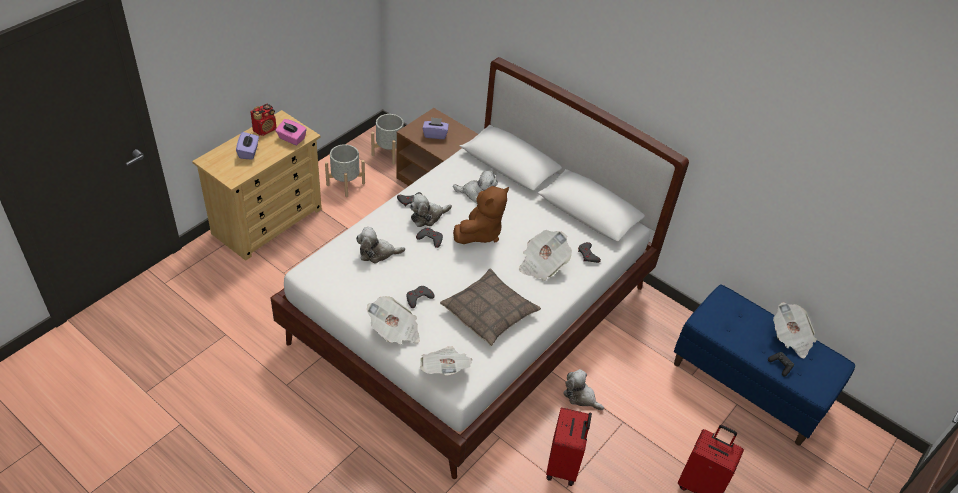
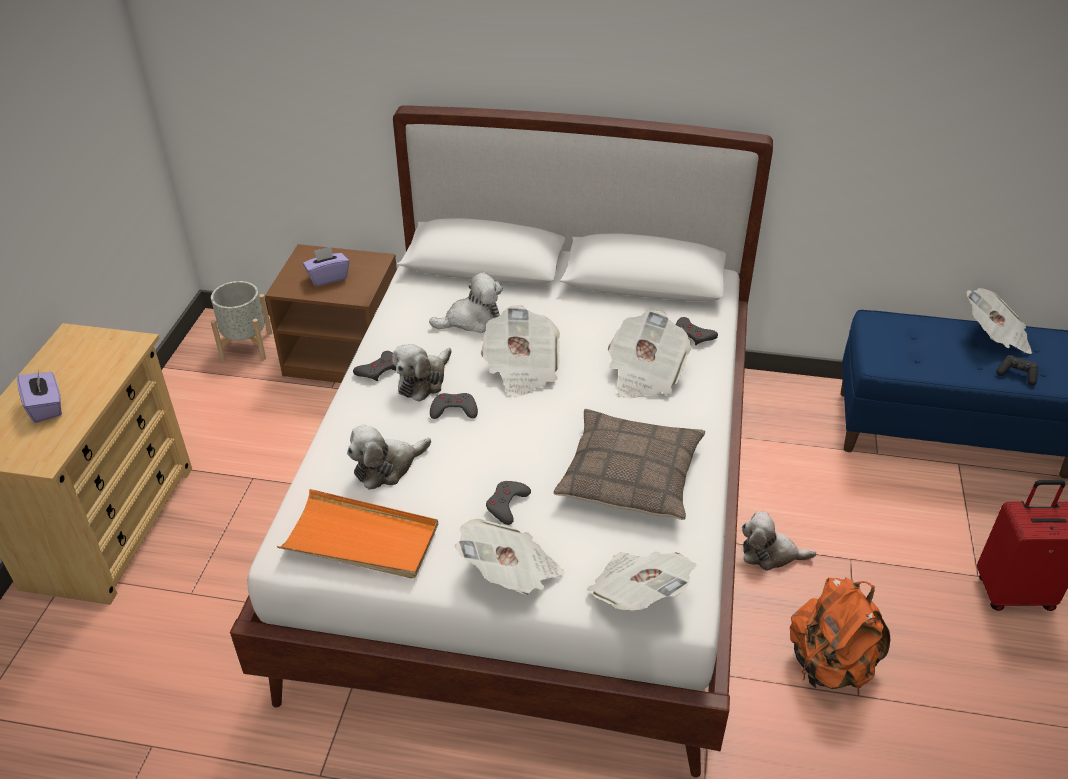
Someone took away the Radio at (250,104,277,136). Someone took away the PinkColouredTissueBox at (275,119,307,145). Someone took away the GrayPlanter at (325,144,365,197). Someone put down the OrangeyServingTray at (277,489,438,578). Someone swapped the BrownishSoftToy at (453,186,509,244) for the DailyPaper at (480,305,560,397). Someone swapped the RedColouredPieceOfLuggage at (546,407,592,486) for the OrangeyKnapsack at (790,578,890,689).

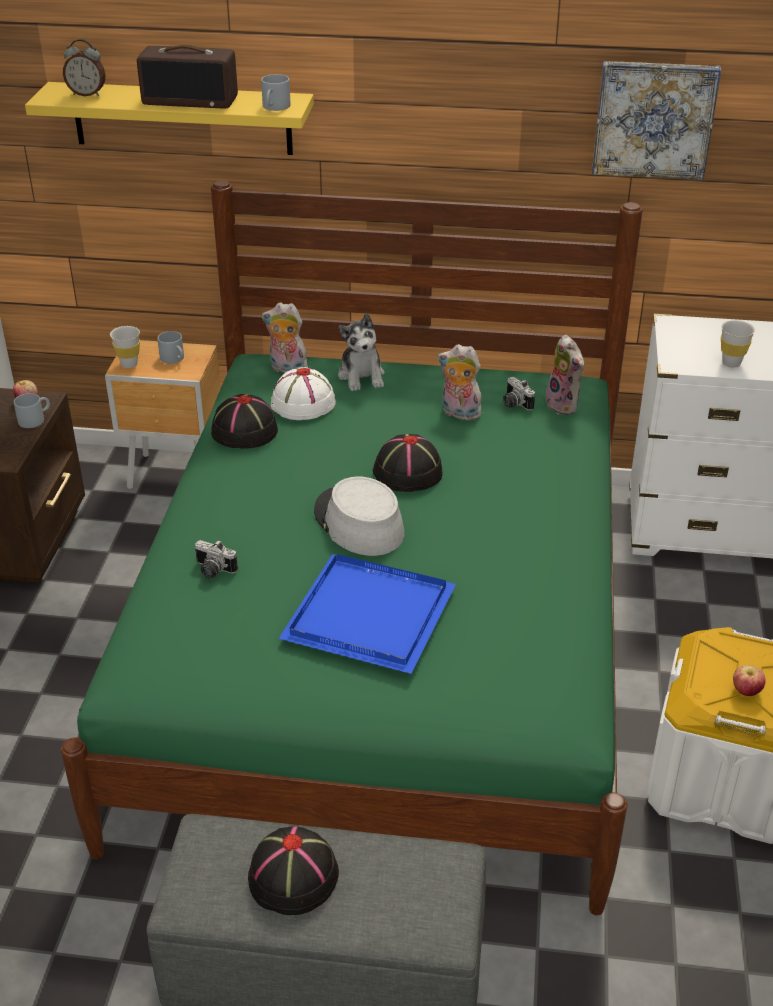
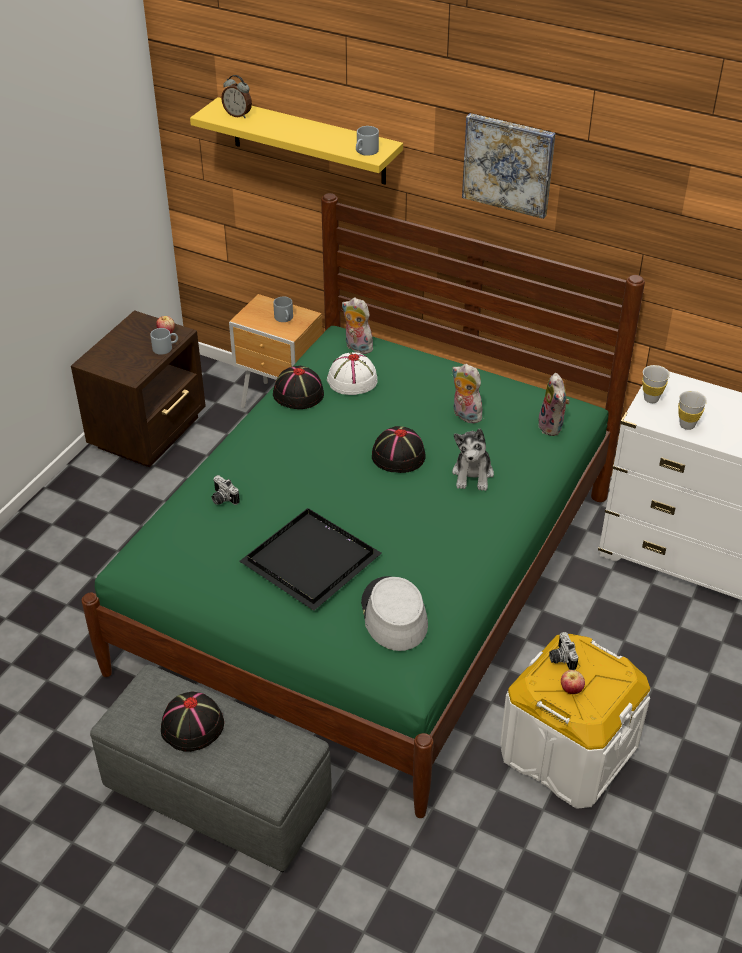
Someone took away the Radio at (137,45,238,108). Someone carried the WhiteCup from (110,326,140,368) to (642,365,670,403). Someone carried the GrayHat from (314,476,404,556) to (361,576,428,651). Someone carried the SoftToy from (338,313,385,391) to (452,429,494,491). Someone carried the PhotoCamera from (503,377,535,411) to (549,632,578,670). Someone carried the WallPicture from (592,61,721,180) to (462,113,555,219). Someone repainted the BluishServingTray at (279,554,456,674), which became the BlackColouredServingTray at (239,508,382,611).

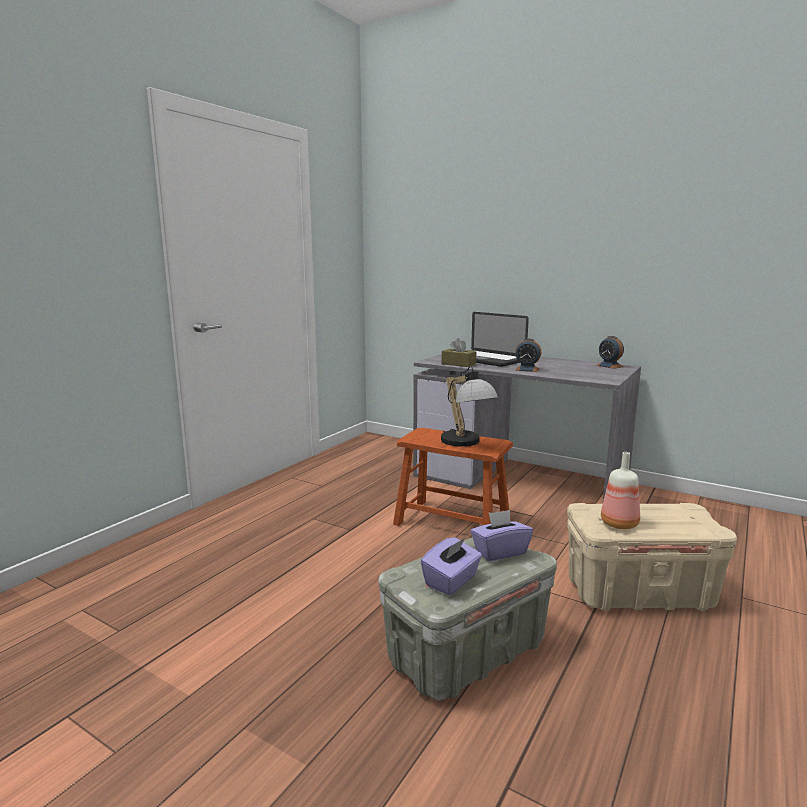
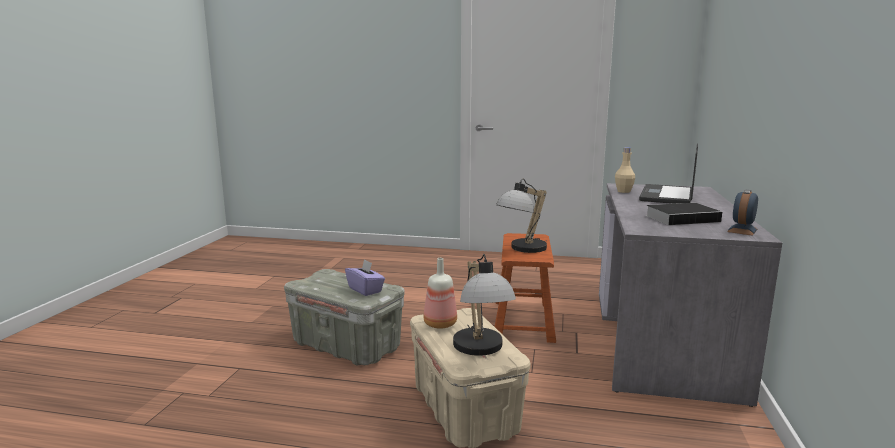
Someone took away the PurplishTissueBox at (421,537,482,595). Someone took away the BedsideClock at (515,339,541,372). Someone put down the TabletopLamp at (453,254,516,356). Someone put down the Book at (646,203,729,225). Someone swapped the BrownishTissueBox at (441,338,476,367) for the SandColouredBeverageBottle at (615,148,635,193).

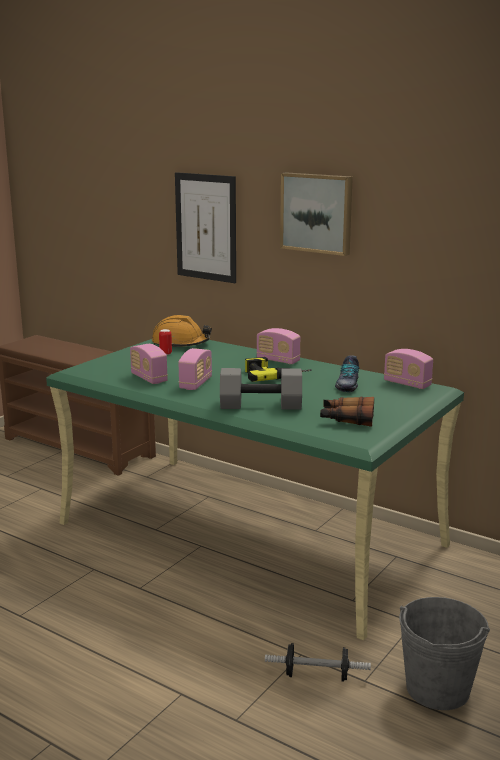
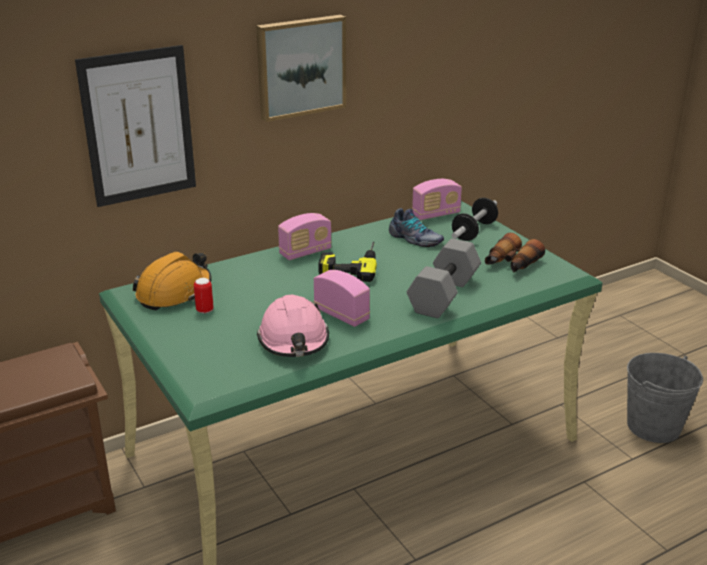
Someone carried the FreeWeight from (265,643,371,682) to (452,198,498,241). Someone swapped the Radio at (130,344,168,384) for the PinkColouredWorkHelmet at (257,295,329,357).

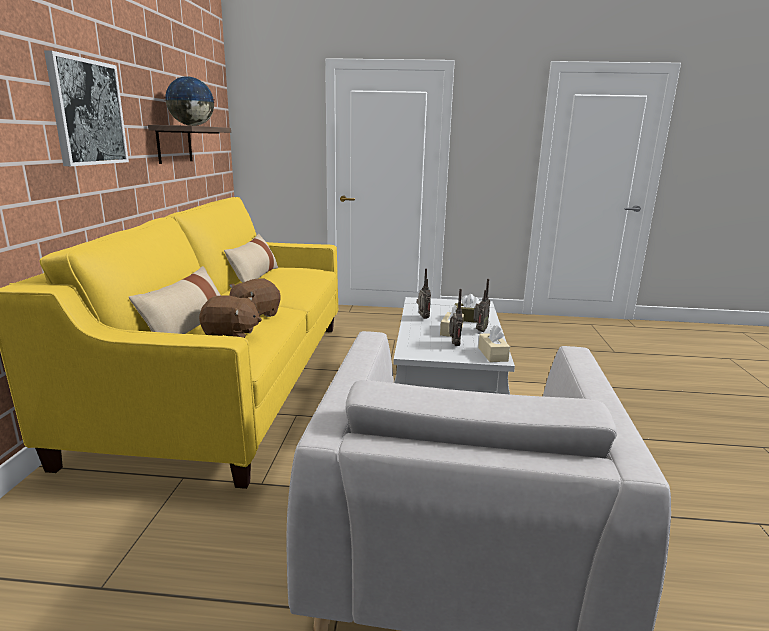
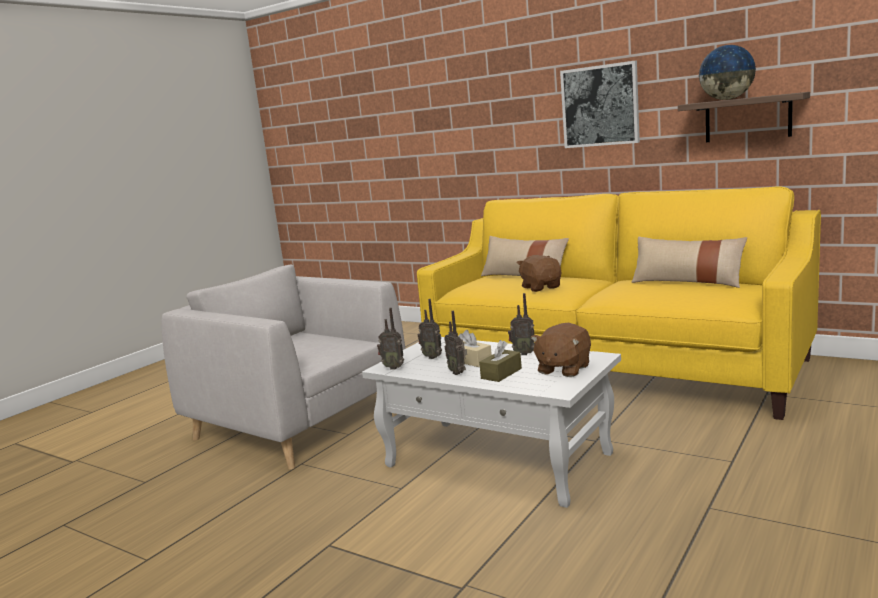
Someone carried the BrownishSoftToy from (199,295,262,338) to (531,323,591,377). Someone swapped the SandColouredTissueBox at (478,325,510,362) for the Radio at (377,308,404,370).

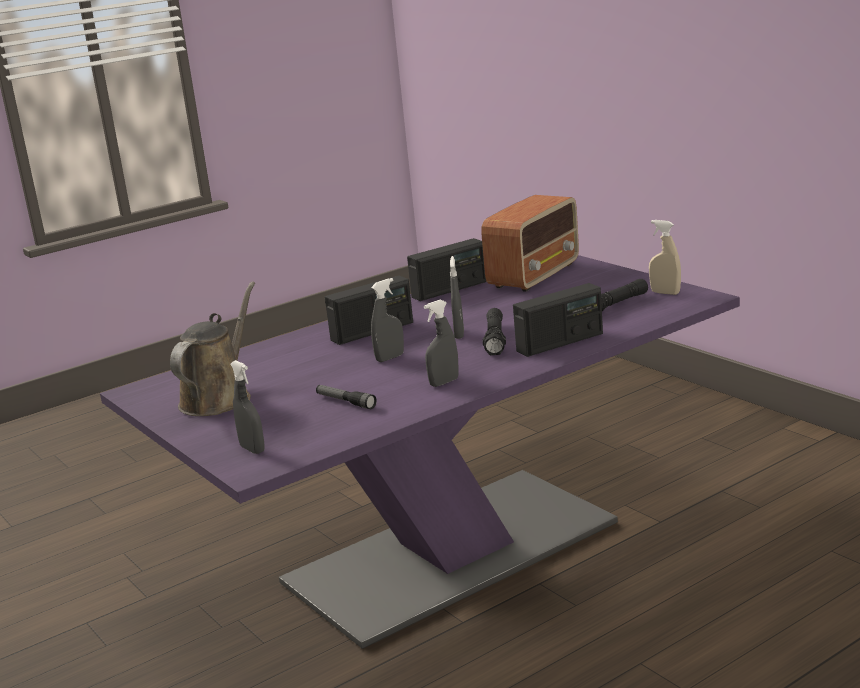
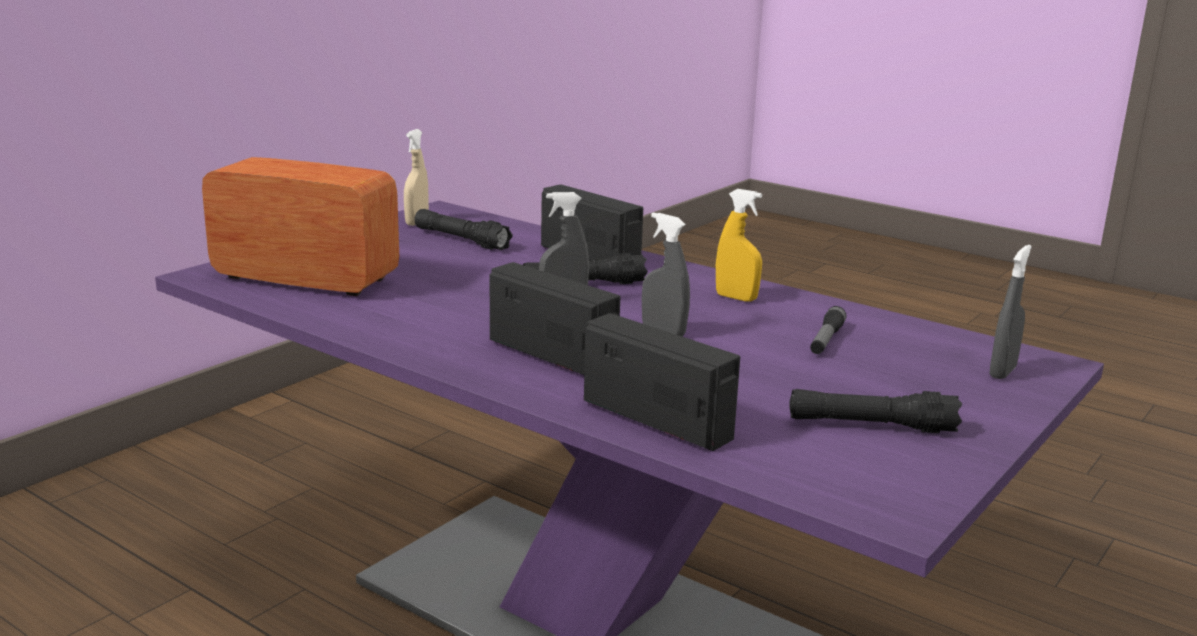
Someone carried the Radio from (407,238,487,301) to (584,313,740,451). Someone swapped the BrownishWateringCan at (170,282,255,416) for the BlackColouredTorch at (789,389,962,433). Someone repainted the GraySprayBottle at (424,300,459,387), which became the YellowSprayBottle at (716,189,762,301).

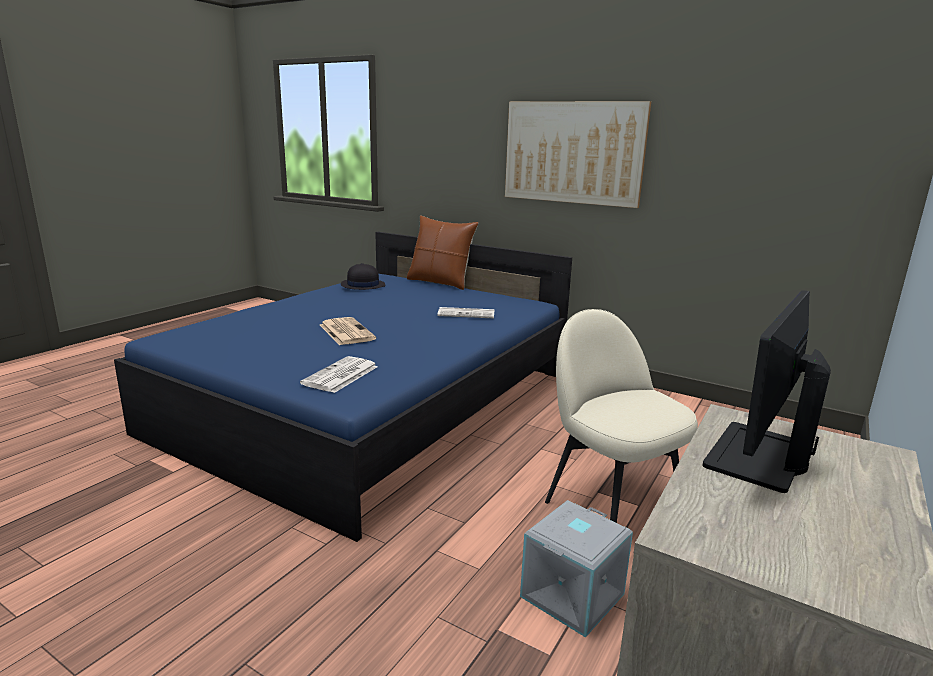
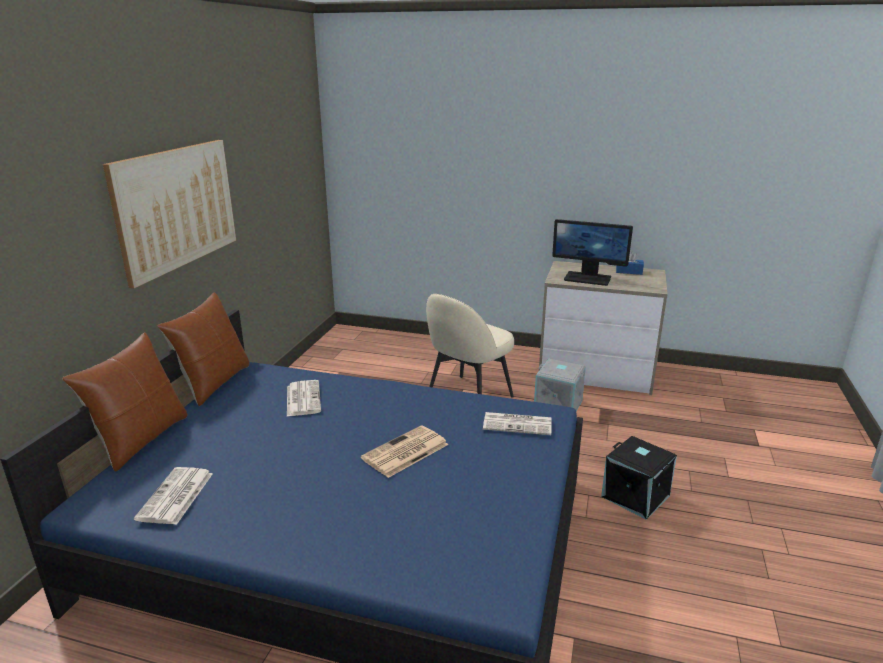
Someone put down the BrownishPillow at (157,292,249,406). Someone put down the BlackColouredStorageBox at (601,436,677,519). Someone put down the BluishTissueBox at (616,251,644,275). Someone swapped the BlackColouredHat at (341,263,385,290) for the DailyPaper at (134,467,213,525).

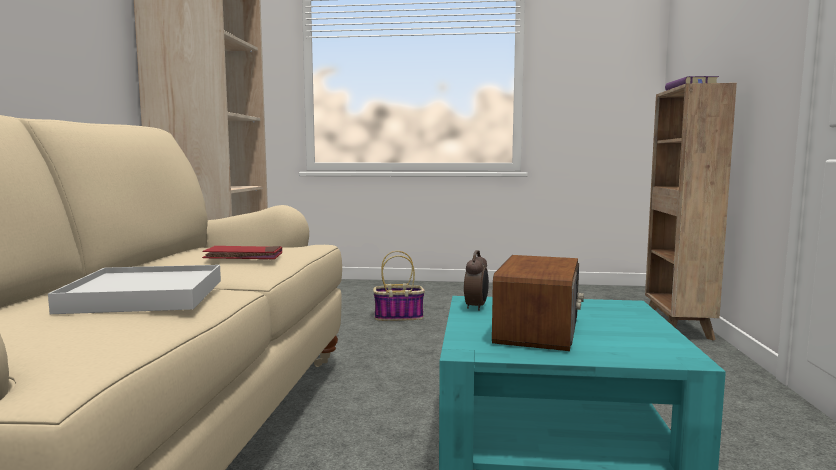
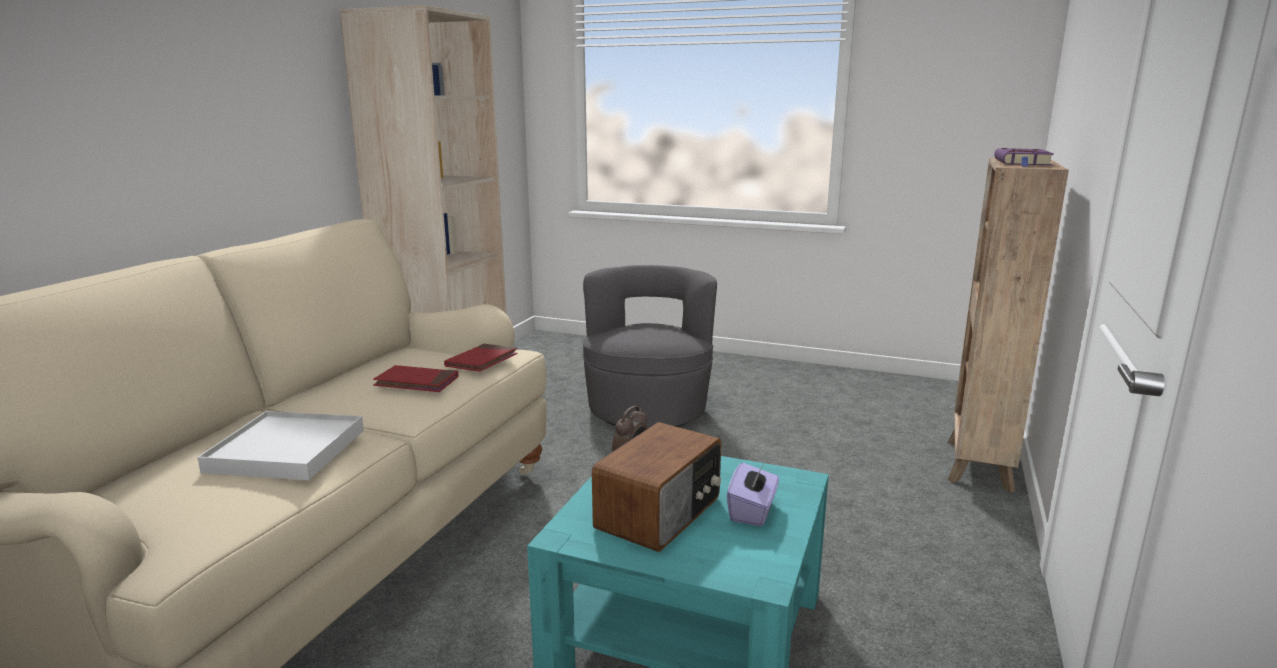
Someone put down the RedColouredBook at (444,344,517,372). Someone put down the PurplishTissueBox at (727,462,779,526). Someone swapped the HouseholdBasket at (373,251,425,321) for the GrayEasyChair at (583,265,717,428).

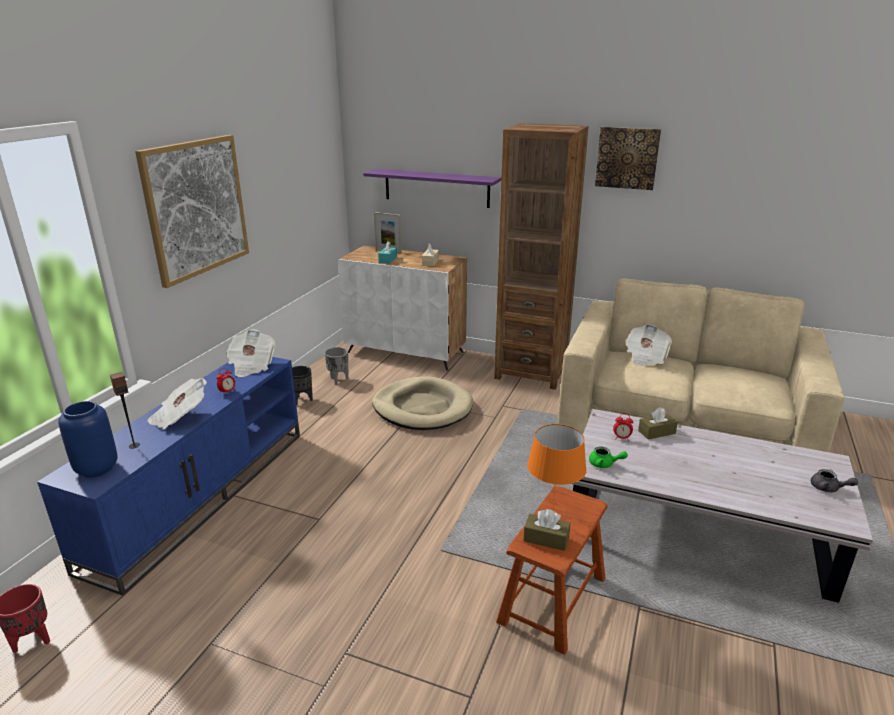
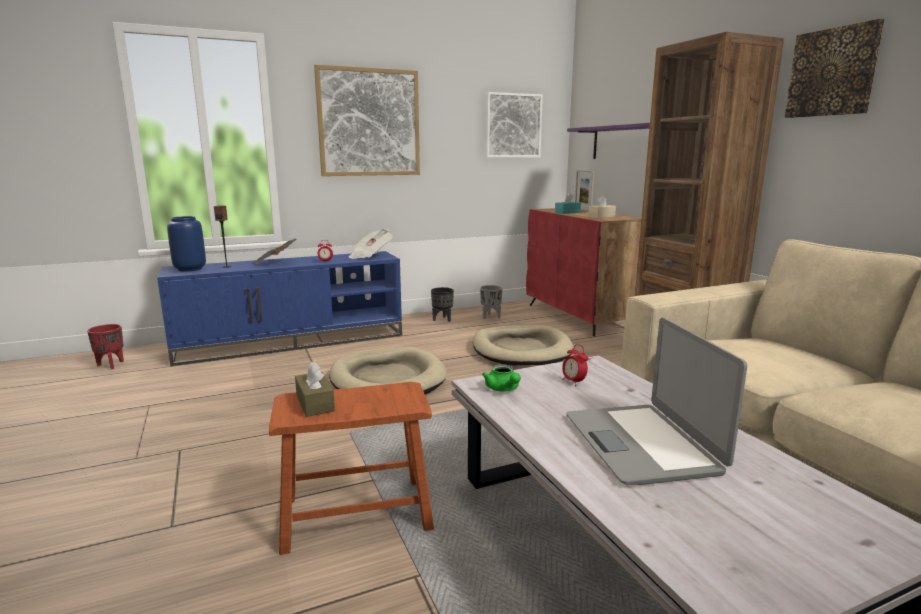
Someone took away the OrangeyTabletopLamp at (527,424,587,508). Someone took away the DailyPaper at (625,324,672,366). Someone took away the BrownishTissueBox at (638,407,678,440). Someone took away the GrayPotForTea at (811,469,858,492). Someone put down the SandColouredDogCushion at (329,347,447,394). Someone put up the WallPicture at (485,92,543,158). Someone put down the PortableComputer at (566,318,747,485). Someone repainted the WhiteStorageCabinet at (338,246,467,371), which became the RedColouredStorageCabinet at (526,208,642,336).

